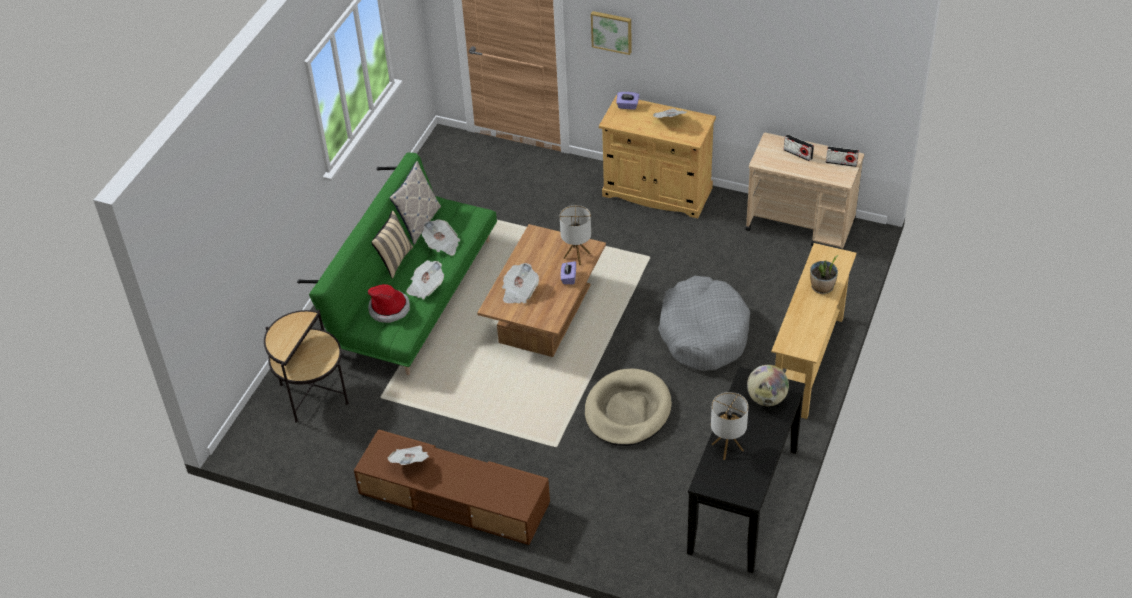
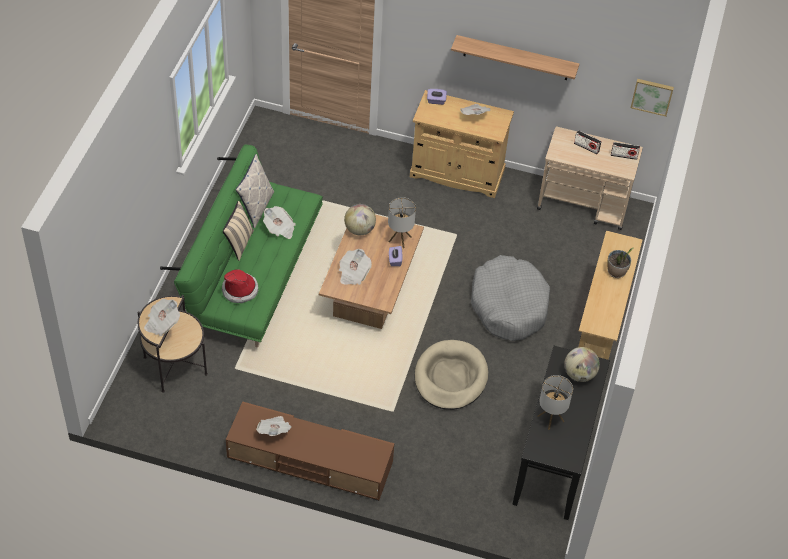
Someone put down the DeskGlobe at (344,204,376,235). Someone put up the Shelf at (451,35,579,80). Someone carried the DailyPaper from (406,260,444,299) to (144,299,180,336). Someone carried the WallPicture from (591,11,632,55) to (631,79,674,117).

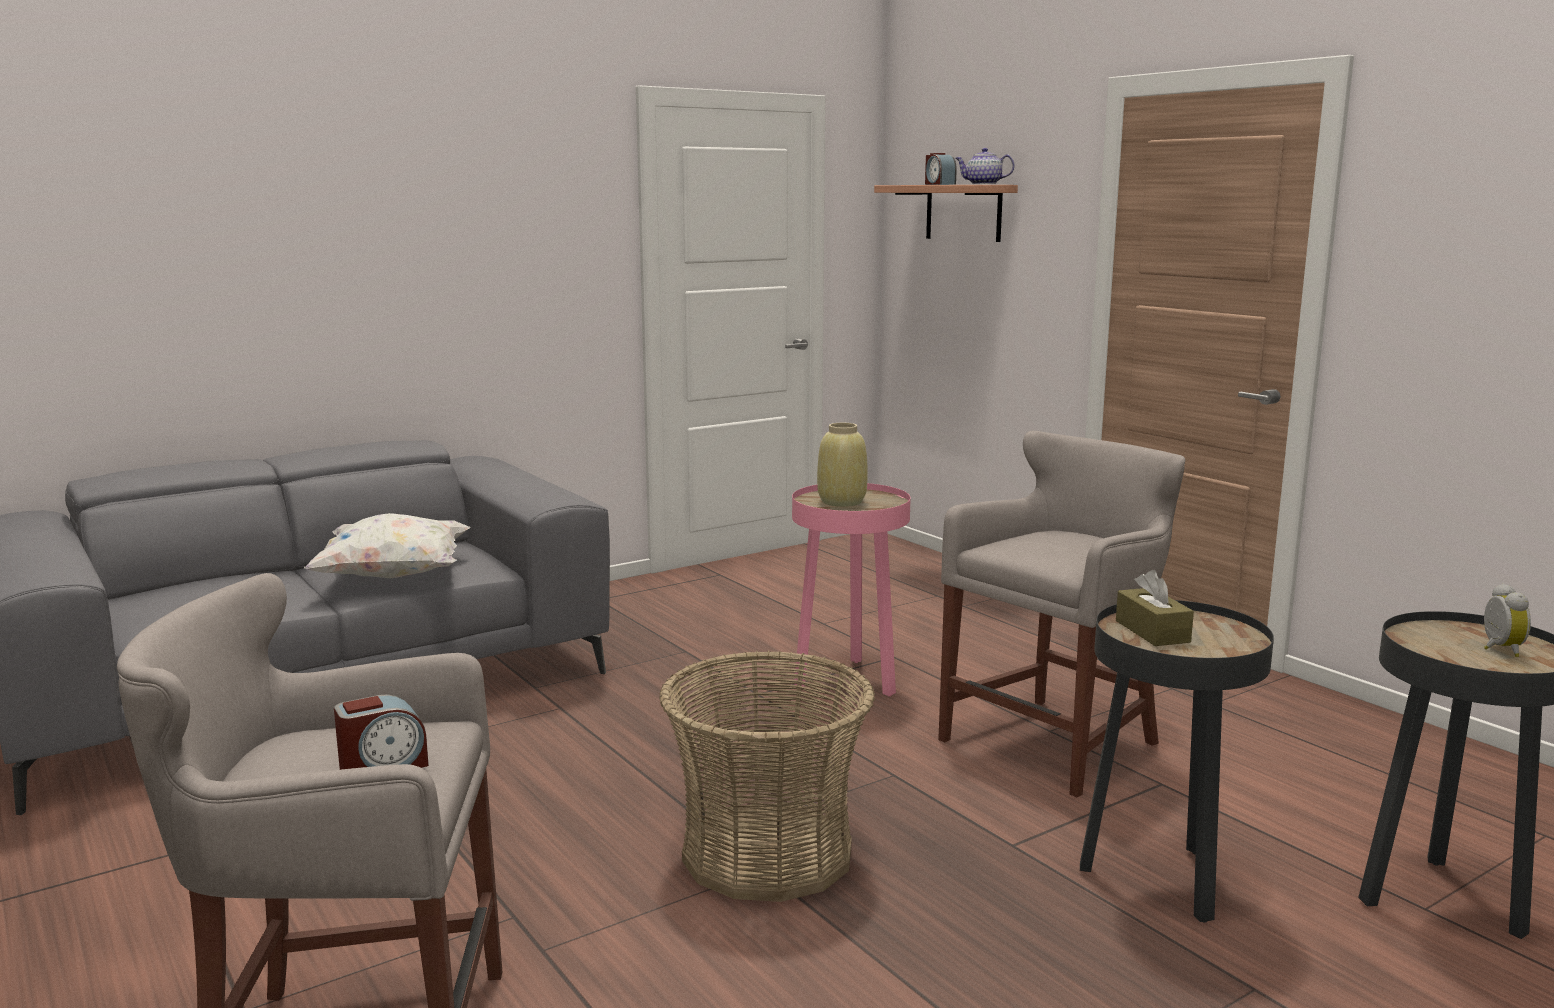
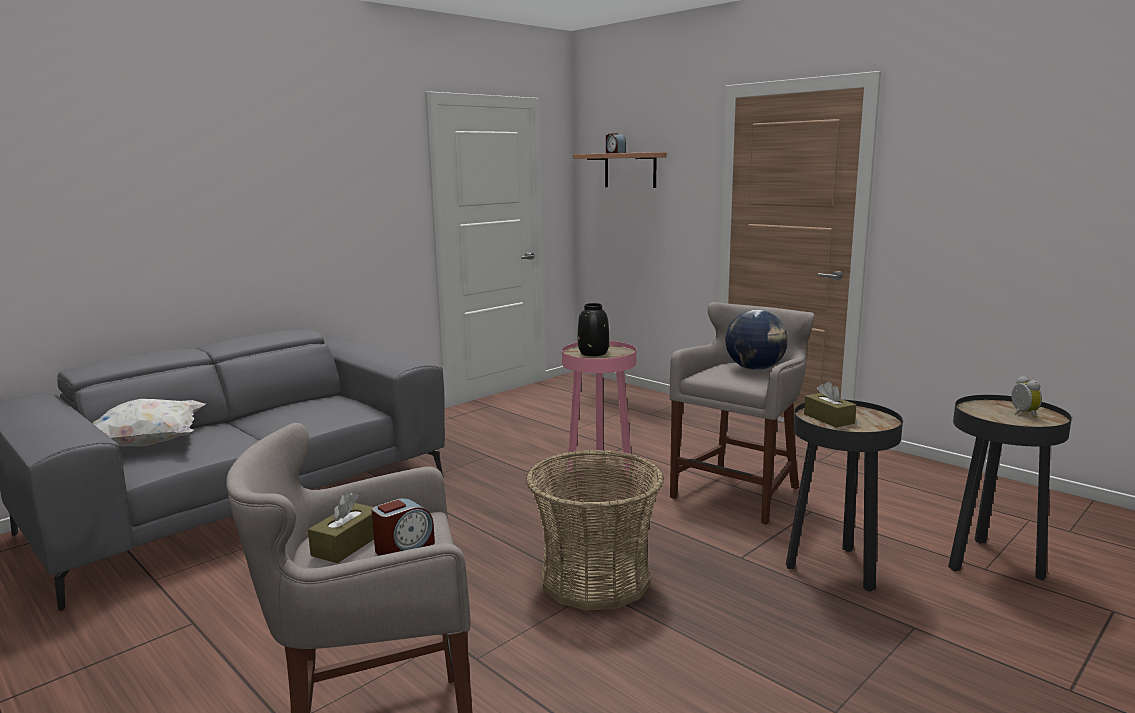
Someone took away the PotForTea at (955,148,1015,184). Someone put down the BrownishTissueBox at (308,492,374,563). Someone put down the DeskGlobe at (725,310,788,370). Someone carried the WhitePillow from (304,513,470,578) to (92,399,205,447). Someone repainted the SandColouredDecorativeVase at (817,423,868,507), which became the BlackColouredDecorativeVase at (578,303,609,356).

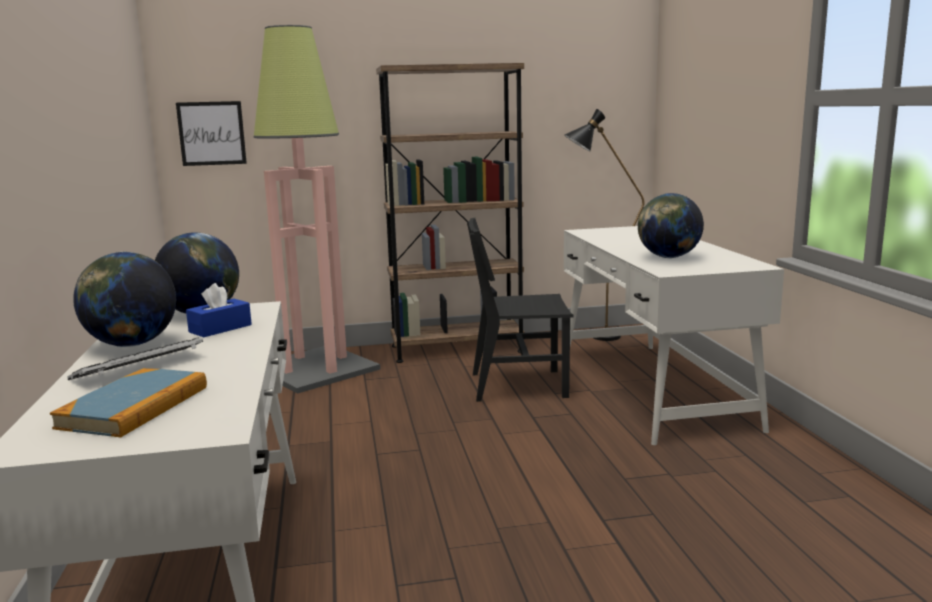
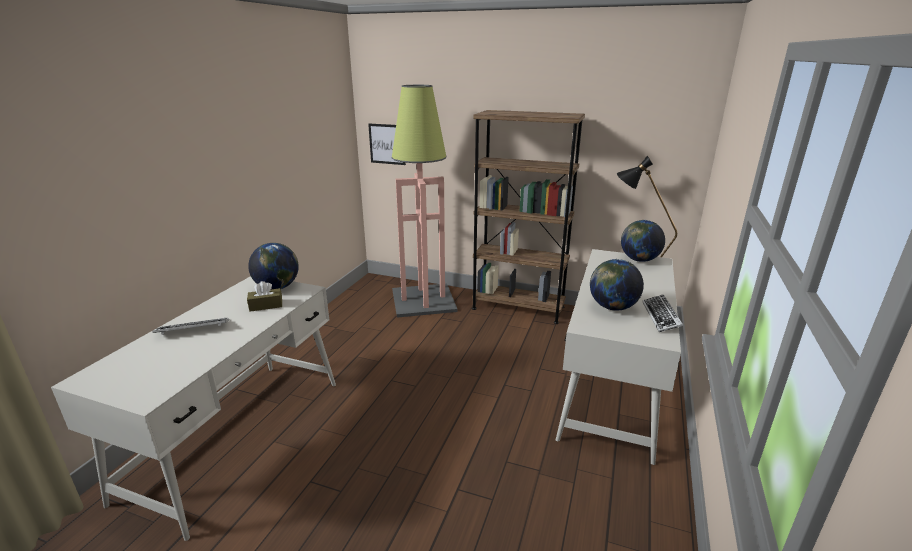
Someone took away the Book at (50,368,207,437). Someone took away the BlackColouredPlainChair at (467,218,574,402). Someone put down the Keyboard at (642,295,683,332). Someone carried the DeskGlobe from (73,252,176,347) to (621,220,665,262). Someone repainted the BluishTissueBox at (186,283,252,337), which became the BrownishTissueBox at (247,281,282,312).

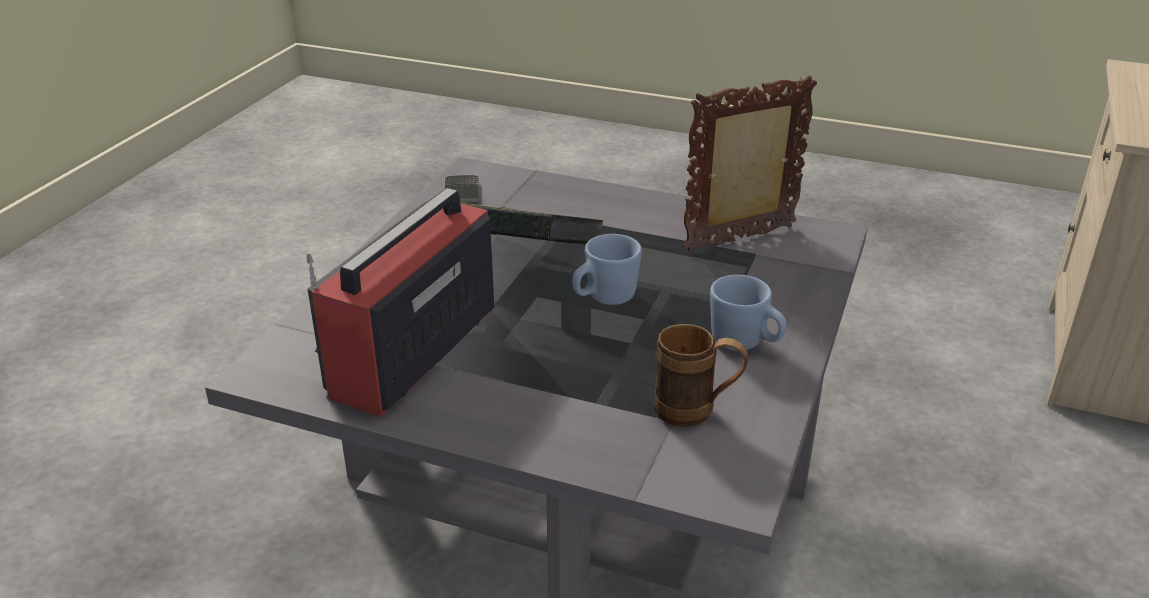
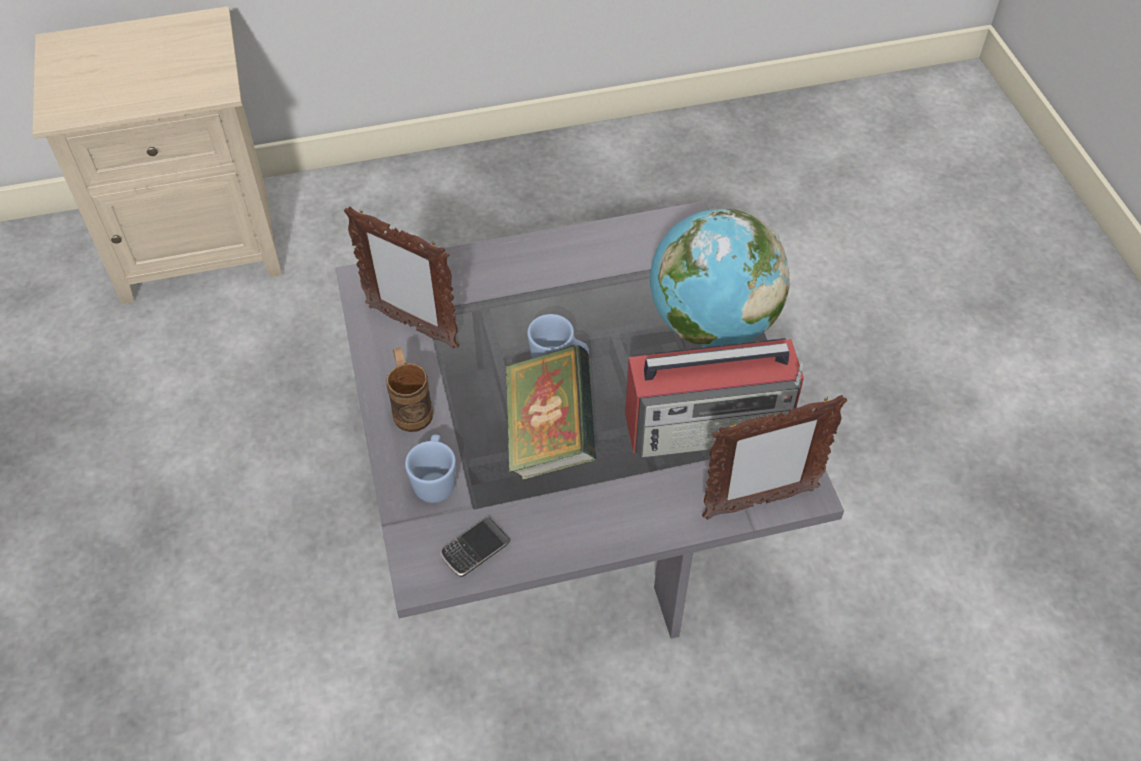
Someone put down the DeskGlobe at (650,209,790,347). Someone put down the PictureFrame at (702,395,847,520). Someone carried the BrownishMug from (654,324,749,427) to (386,347,433,432). Someone carried the BluishMug from (710,275,787,351) to (405,435,456,503).

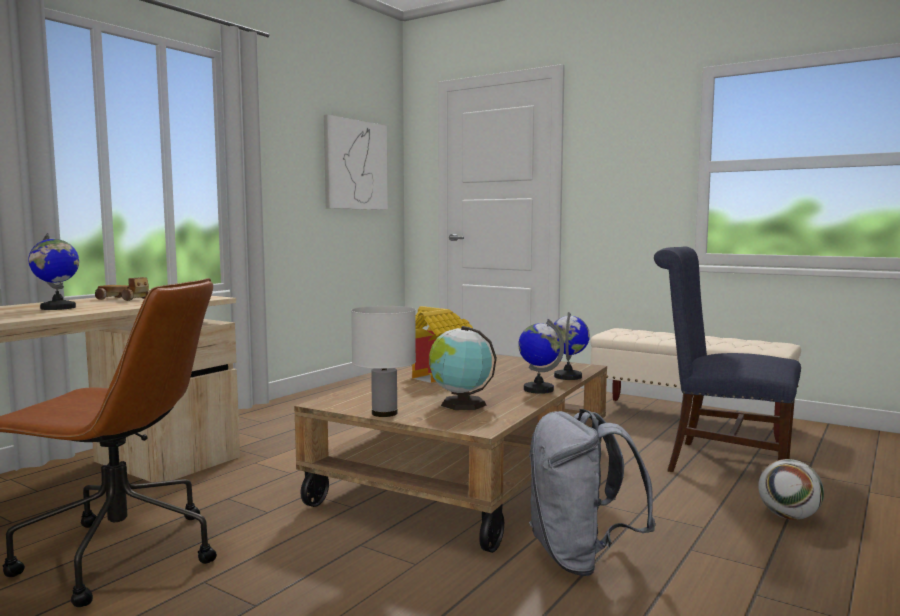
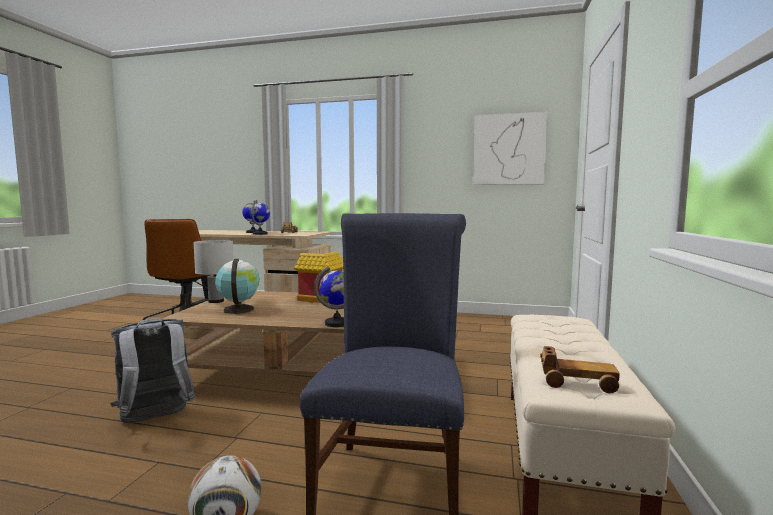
Someone put down the MiniatureCar at (540,346,620,394). Someone carried the DeskGlobe from (518,319,564,394) to (250,200,270,235).

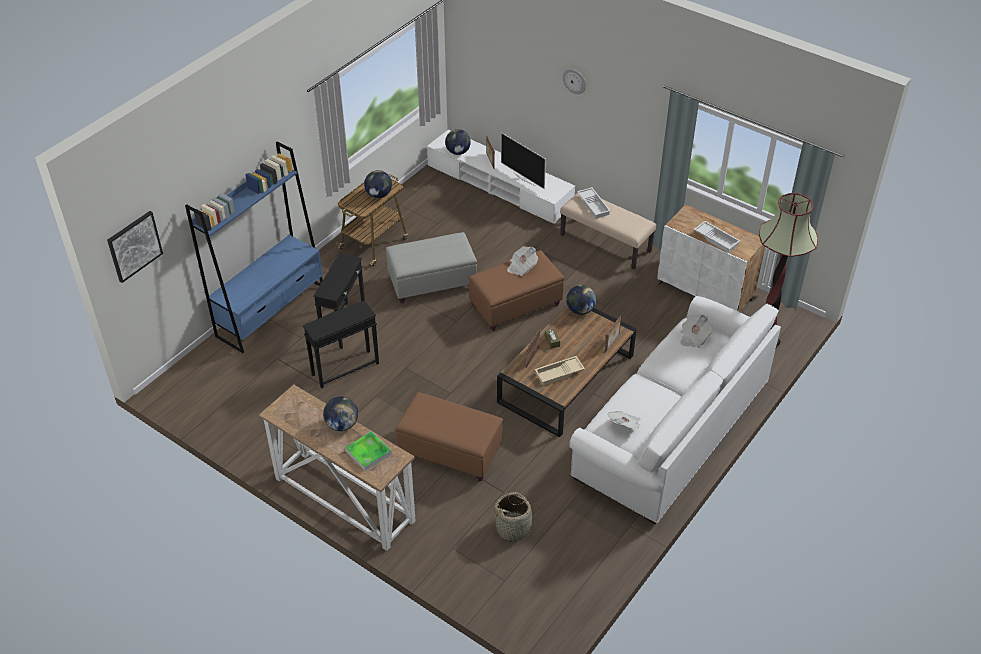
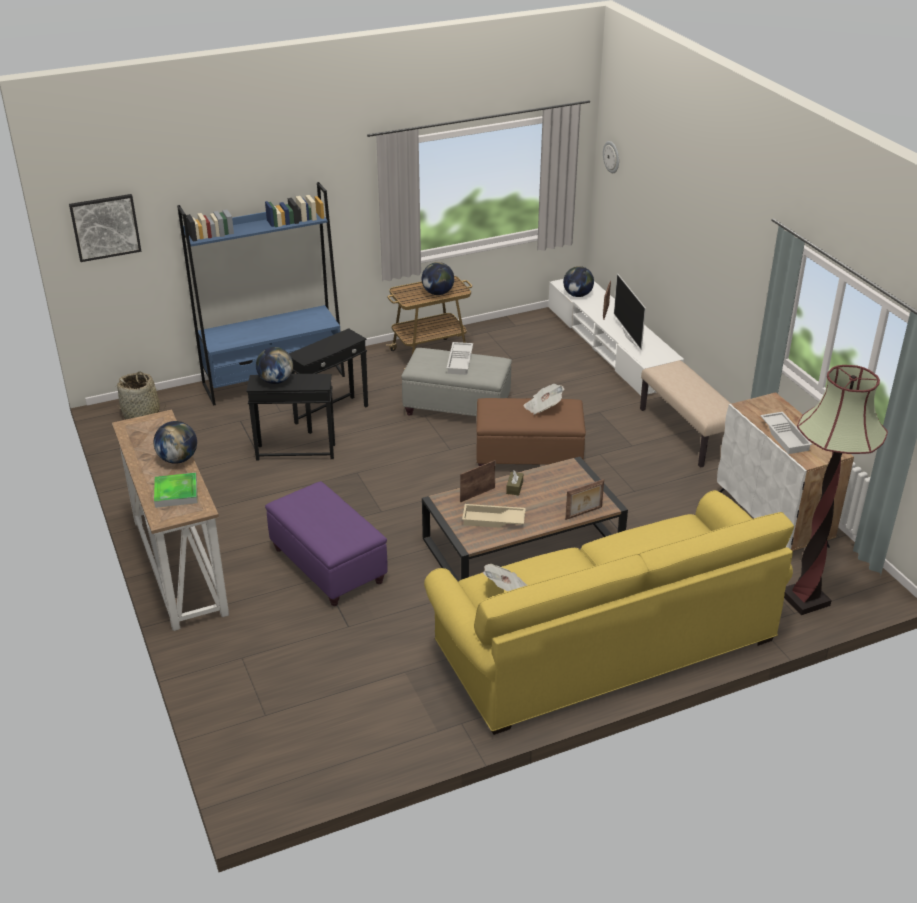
Someone took away the DailyPaper at (680,315,713,348). Someone carried the HouseholdBasket from (494,492,538,542) to (116,371,166,419). Someone carried the ClockOnTheWall from (563,69,586,94) to (603,141,619,173). Someone carried the DeskGlobe from (566,285,596,315) to (256,347,293,384). Someone carried the WhiteServingTray from (577,187,611,218) to (447,342,473,375). Someone repainted the BrownishPouffe at (395,392,503,481), which became the PurplishPouffe at (265,481,388,606). Someone repainted the WhiteSettee at (569,296,781,524), which became the YellowSettee at (424,490,794,735).

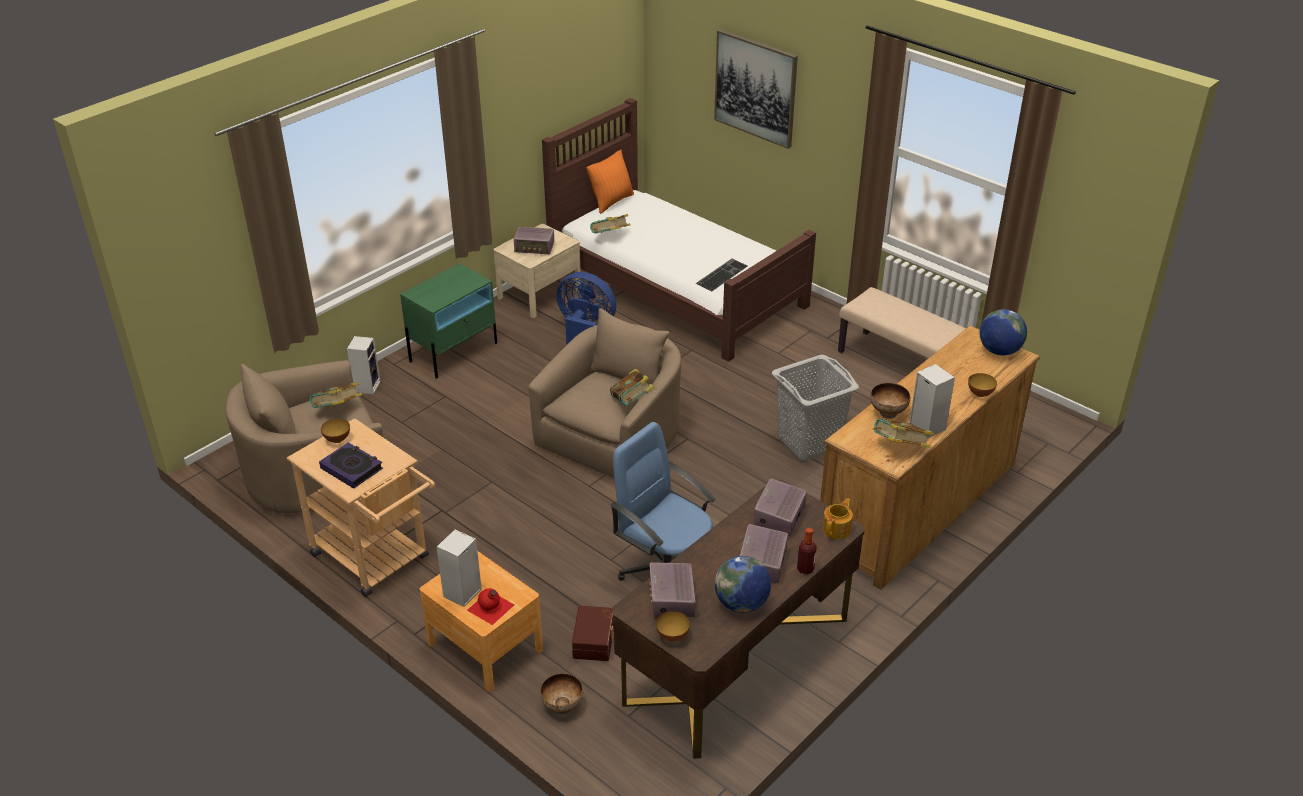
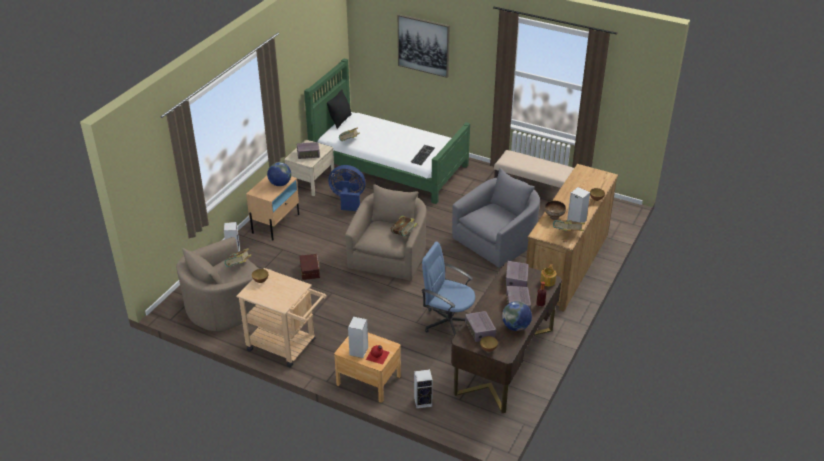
Someone took away the Book at (319,442,383,489). Someone carried the BrownishStorageBox from (572,606,614,661) to (300,254,320,280). Someone carried the DeskGlobe from (979,309,1027,356) to (267,162,291,186). Someone swapped the DeepDish at (540,673,583,714) for the AudioSpeaker at (414,369,433,409). Someone swapped the GrayWashingBasket at (772,355,859,461) for the GrayEasyChair at (452,168,540,268). Someone repainted the GreenColouredNightTable at (400,263,497,379), which became the SandColouredNightTable at (246,176,299,240). Someone repainted the BrownishSleepingBed at (542,98,816,362), which became the GreenColouredSleepingBed at (304,58,470,204). Someone repainted the OrangeyPillow at (587,150,634,214), which became the BlackColouredPillow at (327,90,352,129).

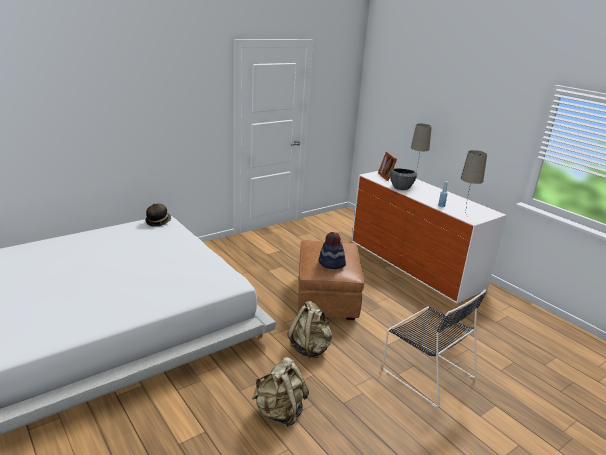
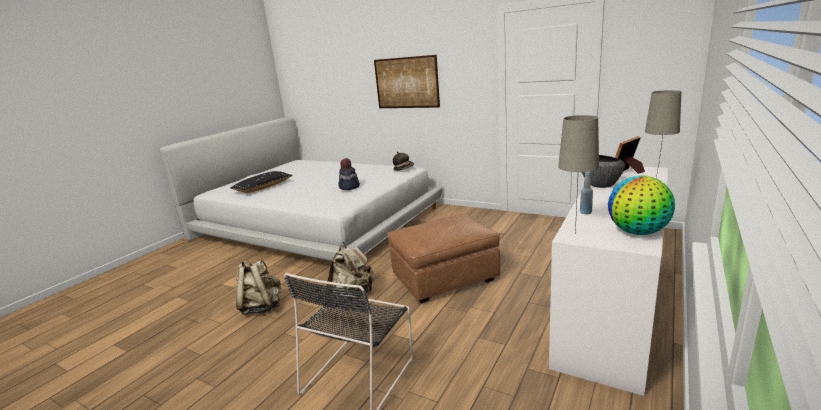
Someone put down the BlackColouredPillow at (230,171,293,193). Someone put up the WallPicture at (374,55,440,108). Someone put down the DeskGlobe at (608,175,675,235). Someone carried the Hat from (319,232,346,269) to (338,158,360,190).

